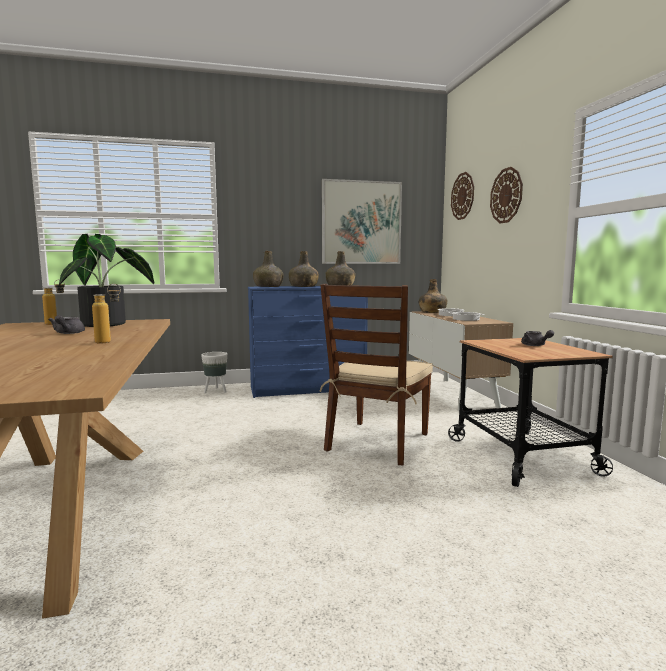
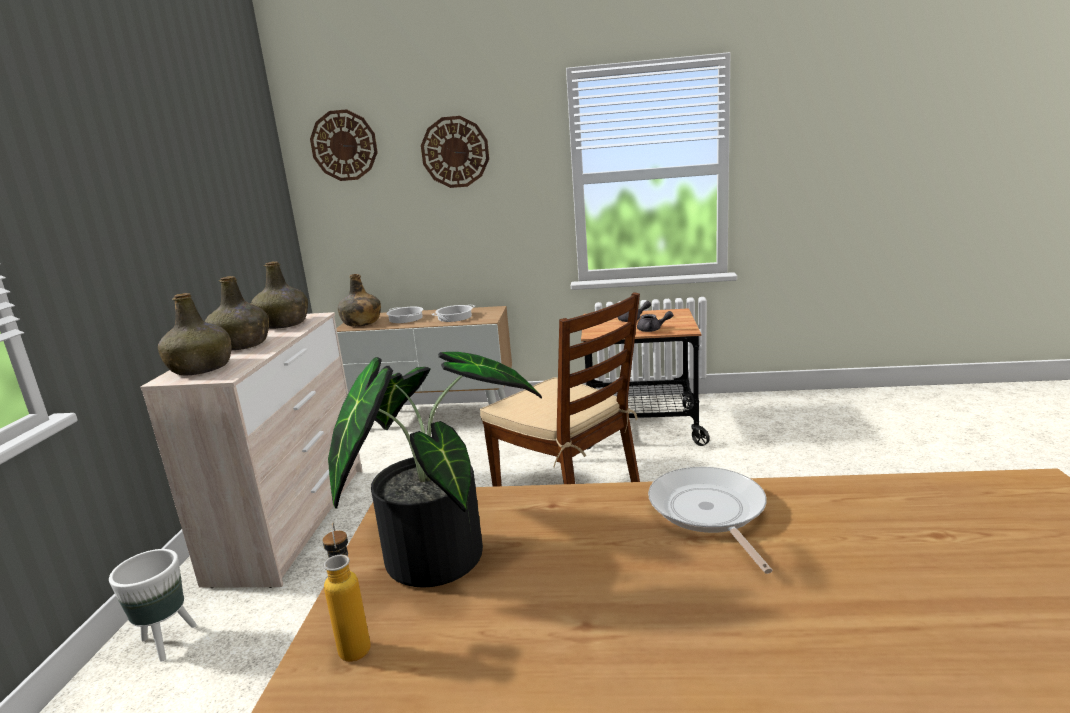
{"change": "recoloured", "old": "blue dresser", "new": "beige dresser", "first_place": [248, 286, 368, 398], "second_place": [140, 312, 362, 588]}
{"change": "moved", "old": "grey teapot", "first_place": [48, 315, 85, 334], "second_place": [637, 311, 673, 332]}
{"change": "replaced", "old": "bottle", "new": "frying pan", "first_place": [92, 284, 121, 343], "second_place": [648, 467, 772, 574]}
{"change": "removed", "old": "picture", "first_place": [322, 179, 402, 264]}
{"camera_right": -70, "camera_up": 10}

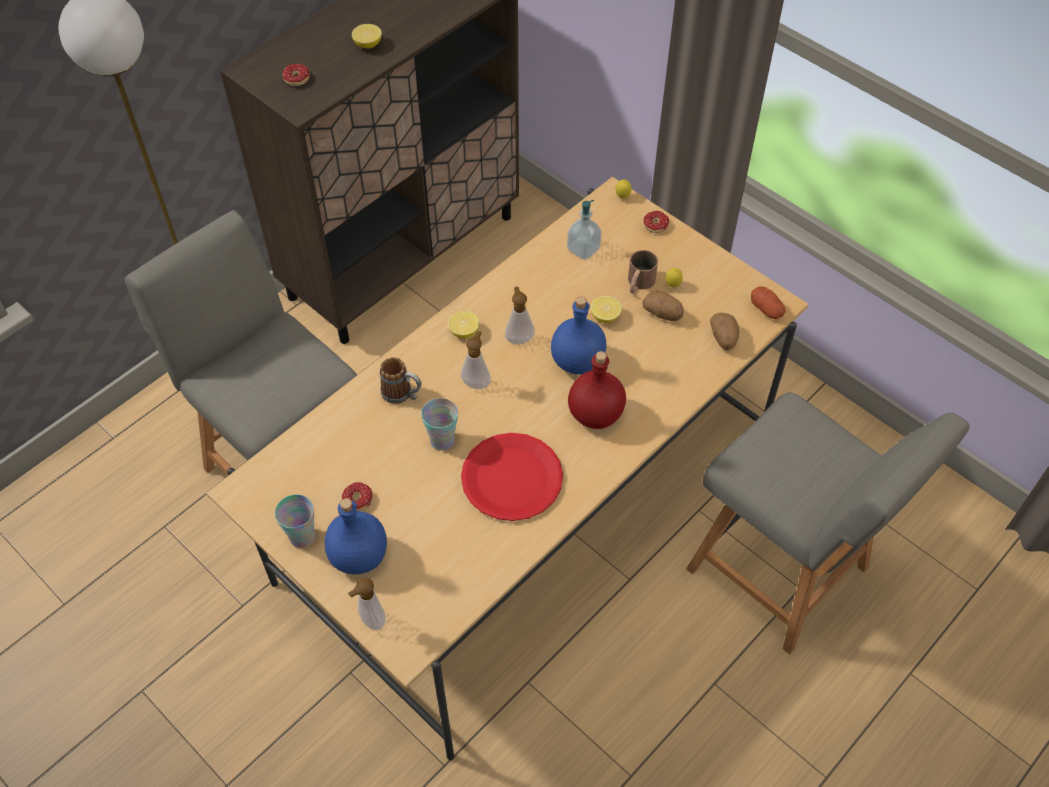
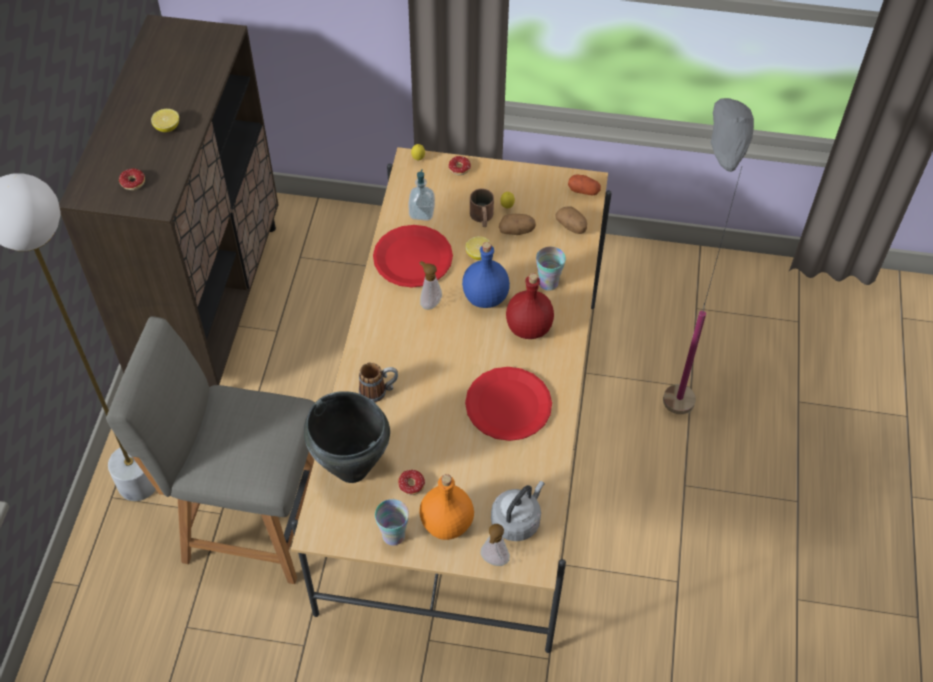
{"change": "added", "new": "black cooking pot", "second_place": [304, 391, 390, 483]}
{"change": "added", "new": "red plate", "second_place": [373, 225, 453, 288]}
{"change": "recoloured", "old": "blue bottle", "new": "orange bottle", "first_place": [324, 498, 387, 574], "second_place": [419, 474, 474, 540]}
{"change": "added", "new": "grey kettle", "second_place": [491, 481, 545, 541]}
{"change": "moved", "old": "cup", "first_place": [421, 398, 458, 451], "second_place": [536, 247, 566, 291]}
{"change": "replaced", "old": "grey chair", "new": "grey floor lamp", "first_place": [686, 392, 970, 654], "second_place": [663, 98, 754, 414]}
{"change": "removed", "old": "lemon", "first_place": [448, 311, 479, 338]}
{"change": "removed", "old": "soap dispenser", "first_place": [461, 331, 491, 389]}
{"camera_right": -35, "camera_up": 0}

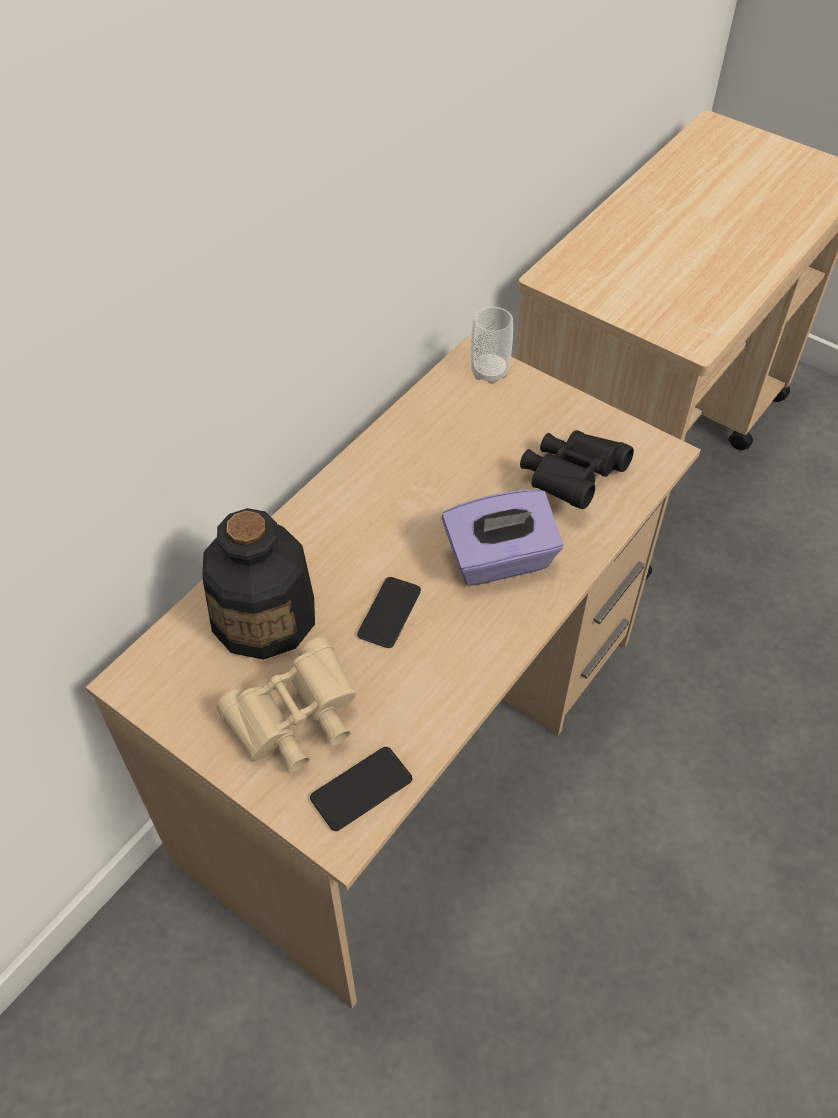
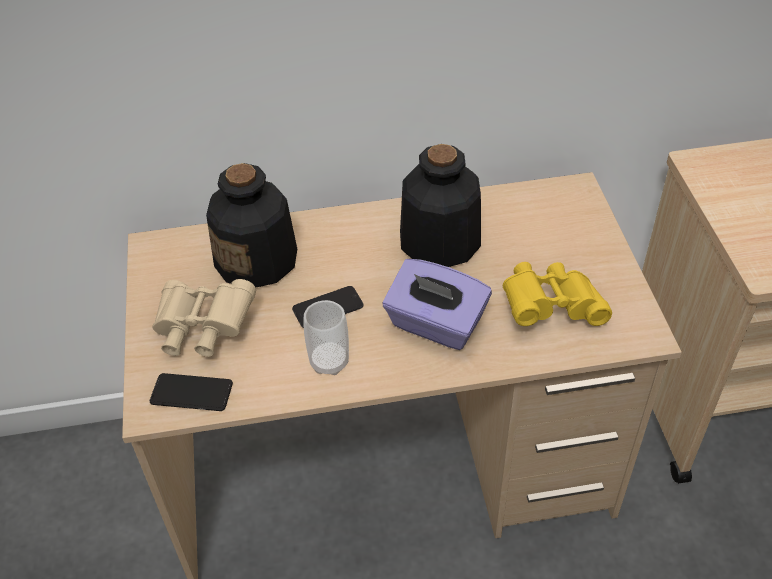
{"change": "moved", "old": "cup", "first_place": [471, 307, 513, 384], "second_place": [304, 300, 349, 375]}
{"change": "added", "new": "bottle", "second_place": [400, 144, 481, 267]}
{"change": "recoloured", "old": "black binoculars", "new": "yellow binoculars", "first_place": [520, 430, 634, 509], "second_place": [503, 262, 612, 326]}
{"camera_right": 45, "camera_up": -5}

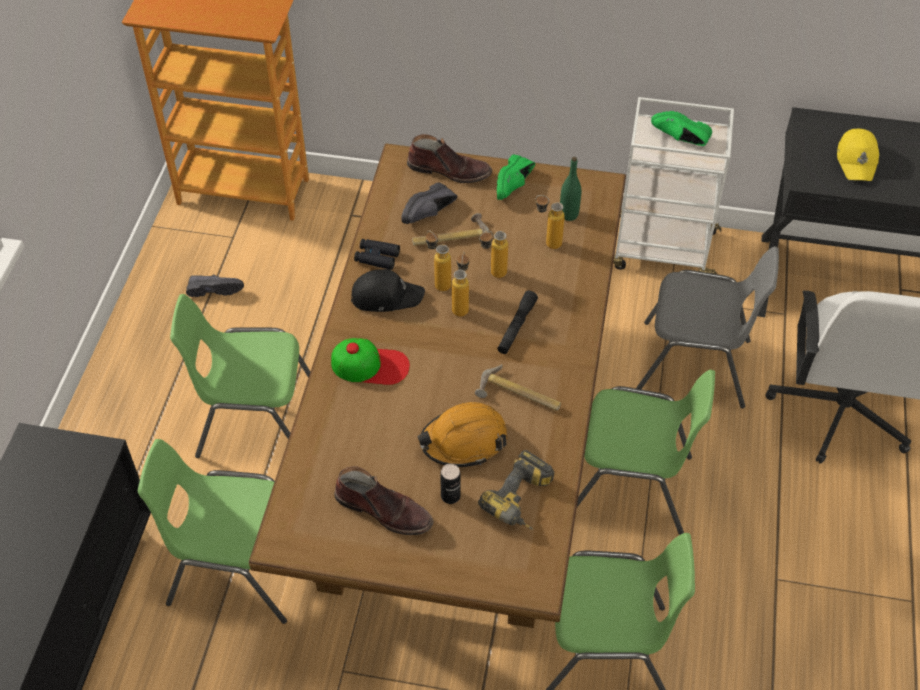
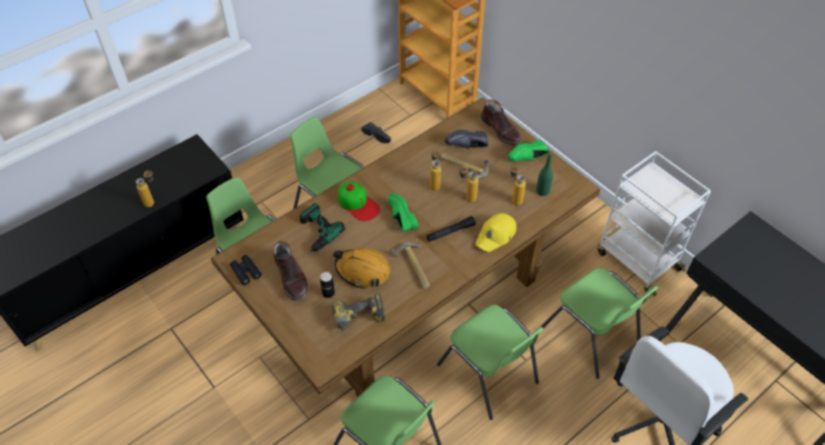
{"change": "moved", "old": "bottle", "first_place": [452, 252, 469, 317], "second_place": [136, 170, 154, 208]}
{"change": "moved", "old": "black binoculars", "first_place": [354, 239, 400, 270], "second_place": [230, 255, 262, 285]}
{"change": "added", "new": "power drill", "second_place": [300, 203, 345, 257]}
{"change": "moved", "old": "green shoe", "first_place": [651, 111, 712, 146], "second_place": [388, 193, 419, 232]}
{"change": "moved", "old": "yellow cap", "first_place": [837, 129, 879, 181], "second_place": [475, 213, 516, 252]}
{"change": "recoloured", "old": "grey chair", "new": "green chair", "first_place": [636, 246, 779, 408], "second_place": [541, 268, 659, 379]}
{"change": "removed", "old": "black cap", "first_place": [351, 269, 425, 312]}
{"camera_right": 40, "camera_up": 0}

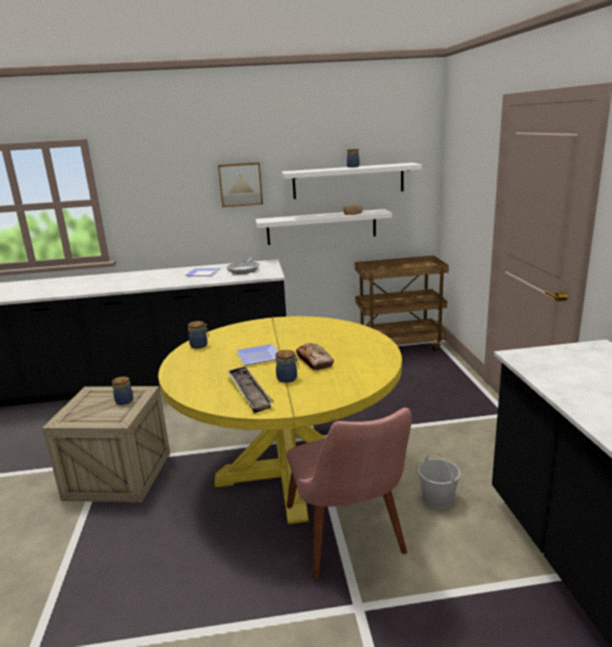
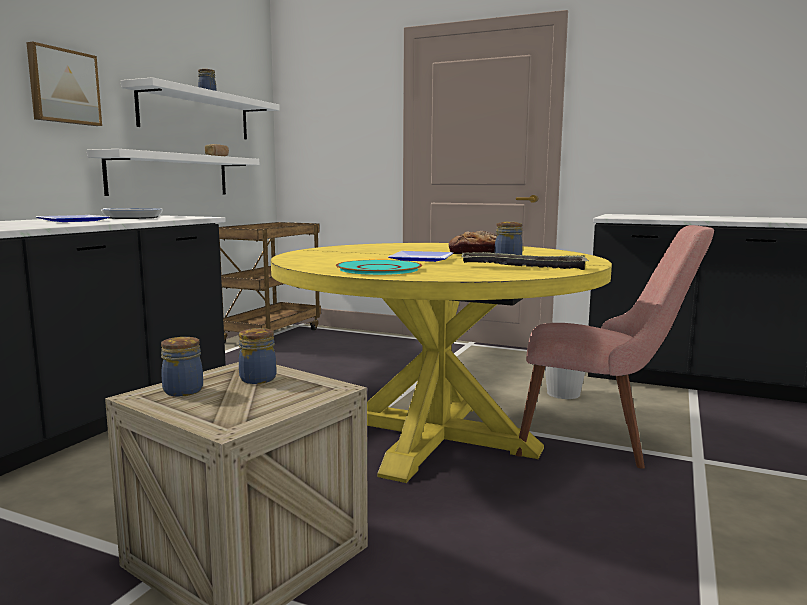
{"change": "moved", "old": "jar", "first_place": [188, 321, 209, 349], "second_place": [161, 337, 203, 396]}
{"change": "added", "new": "turquoise plate", "second_place": [336, 260, 422, 275]}
{"camera_right": -60, "camera_up": -10}

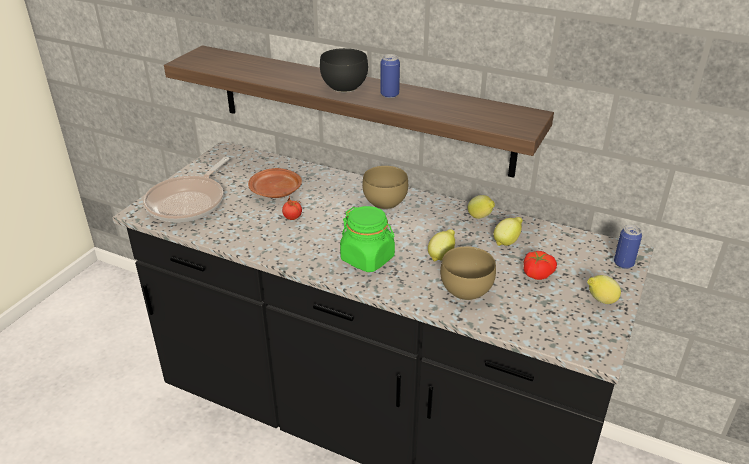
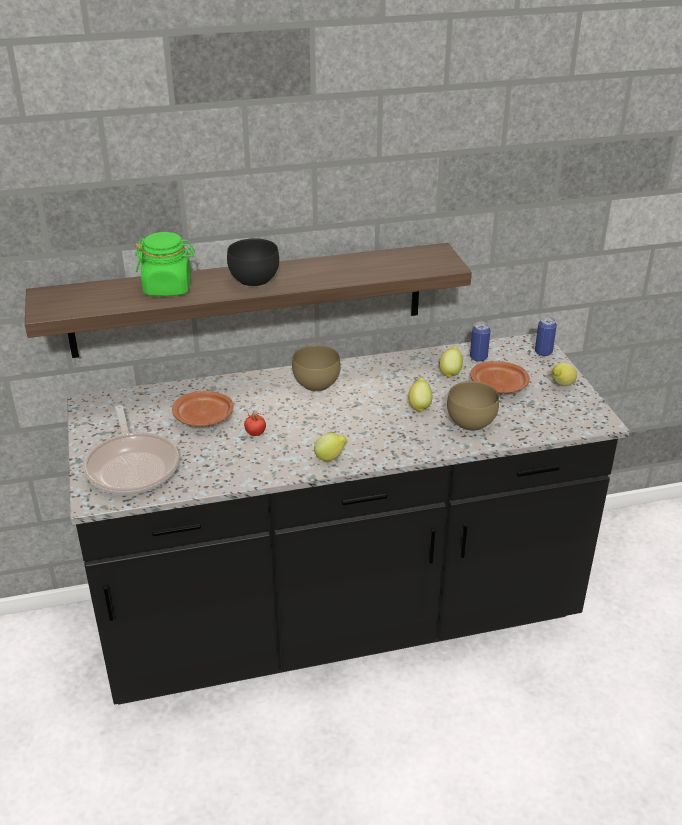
{"change": "moved", "old": "green jar", "first_place": [340, 206, 395, 272], "second_place": [135, 232, 195, 296]}
{"change": "moved", "old": "lemon", "first_place": [468, 195, 495, 219], "second_place": [314, 433, 347, 461]}
{"change": "moved", "old": "can", "first_place": [380, 54, 400, 98], "second_place": [470, 322, 491, 362]}
{"change": "replaced", "old": "tomato", "new": "brown plate", "first_place": [523, 251, 557, 280], "second_place": [470, 361, 530, 394]}
{"camera_right": -40, "camera_up": 0}

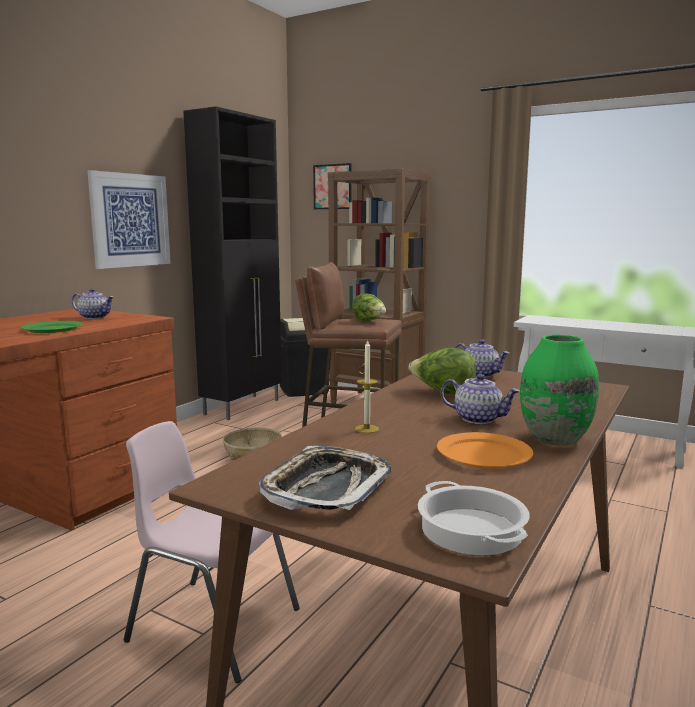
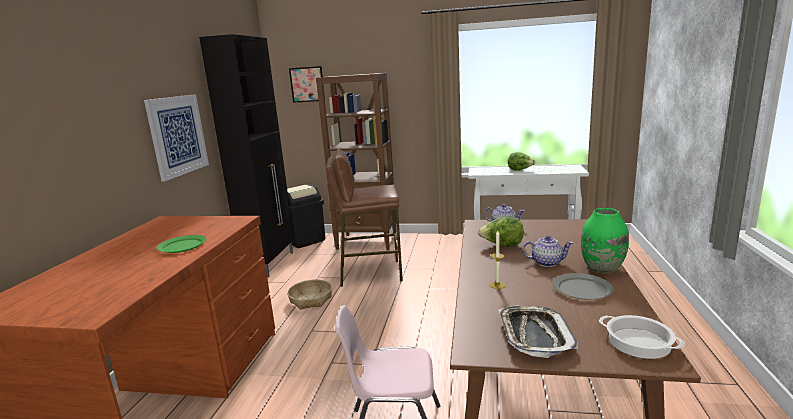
{"change": "moved", "old": "lettuce", "first_place": [352, 293, 386, 321], "second_place": [508, 152, 535, 171]}
{"change": "recoloured", "old": "orange plate", "new": "grey plate", "first_place": [437, 432, 533, 469], "second_place": [553, 273, 614, 300]}
{"change": "removed", "old": "teapot", "first_place": [72, 288, 114, 319]}
{"camera_right": -20, "camera_up": 5}

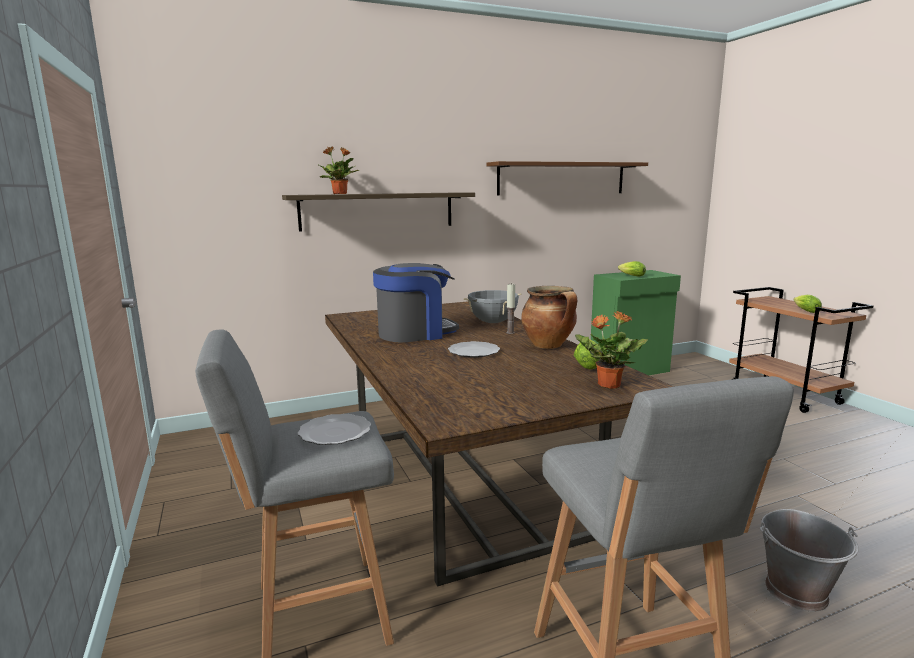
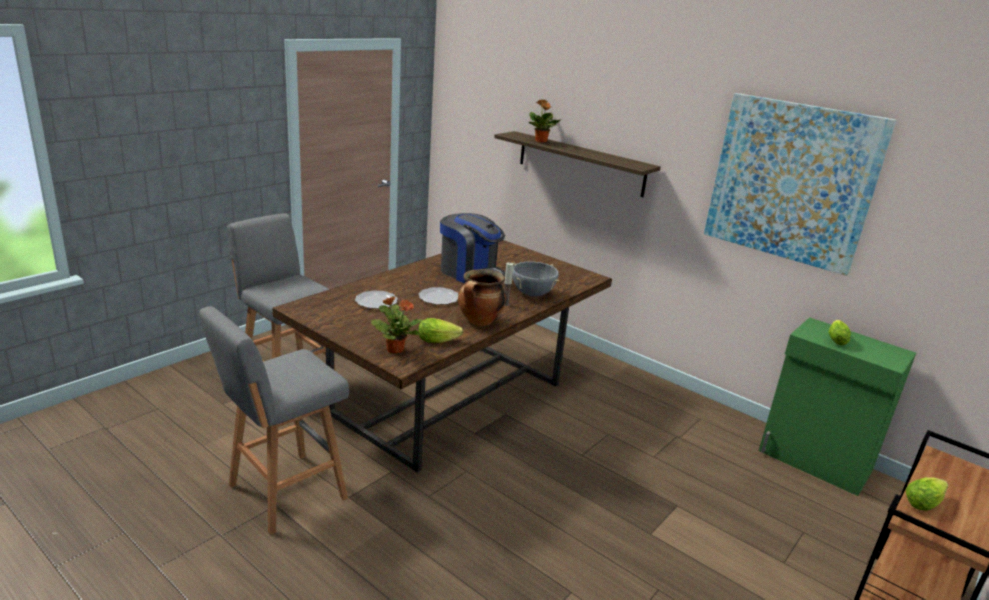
{"change": "moved", "old": "plate", "first_place": [298, 414, 371, 445], "second_place": [355, 290, 398, 309]}
{"change": "replaced", "old": "brown shelf", "new": "picture", "first_place": [486, 161, 648, 196], "second_place": [704, 93, 896, 276]}
{"change": "removed", "old": "grey bucket", "first_place": [760, 509, 859, 612]}
{"camera_right": 60, "camera_up": 10}

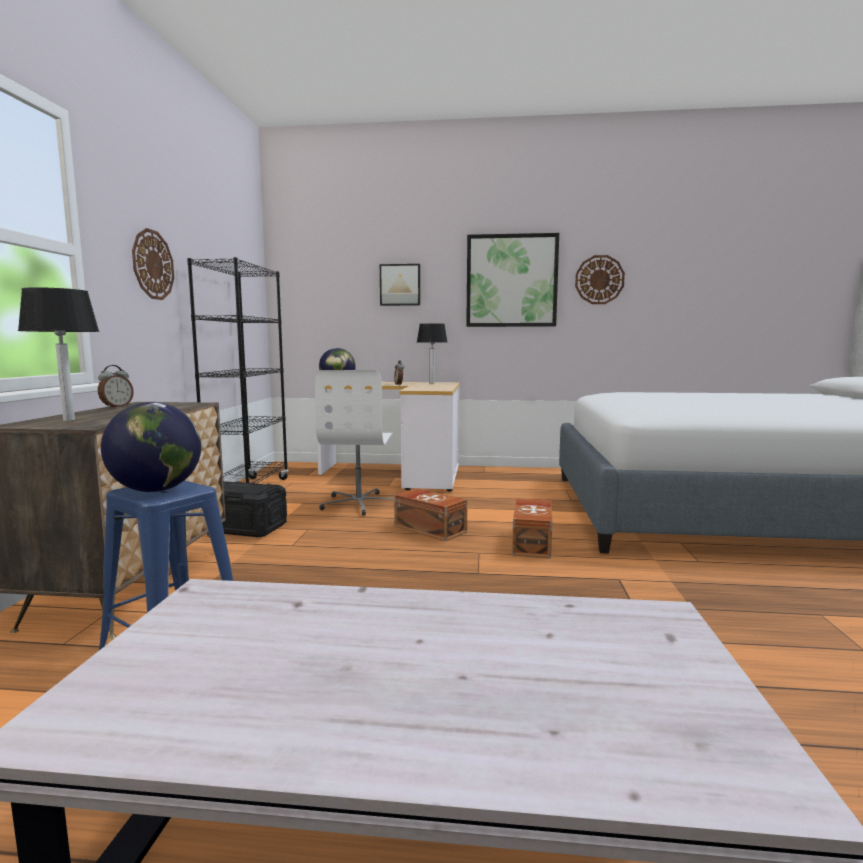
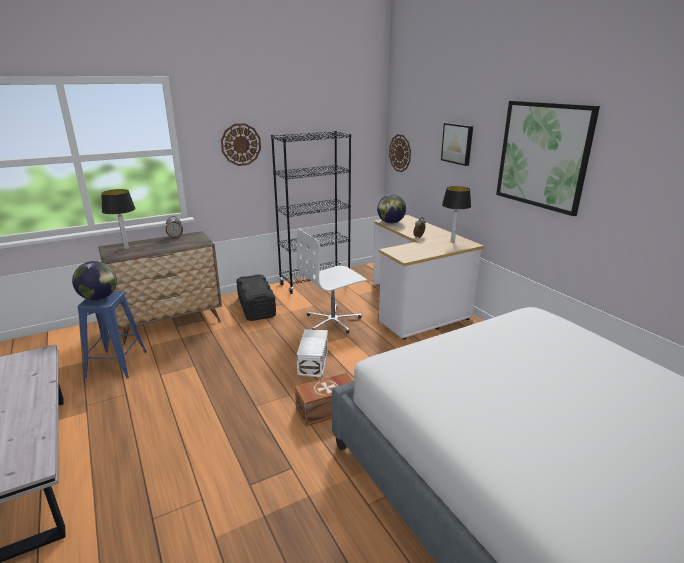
{"change": "recoloured", "old": "brown storage box", "new": "white storage box", "first_place": [394, 488, 467, 541], "second_place": [297, 329, 328, 377]}
{"change": "moved", "old": "wall clock", "first_place": [575, 255, 625, 304], "second_place": [389, 134, 411, 172]}
{"camera_right": 55, "camera_up": 15}

